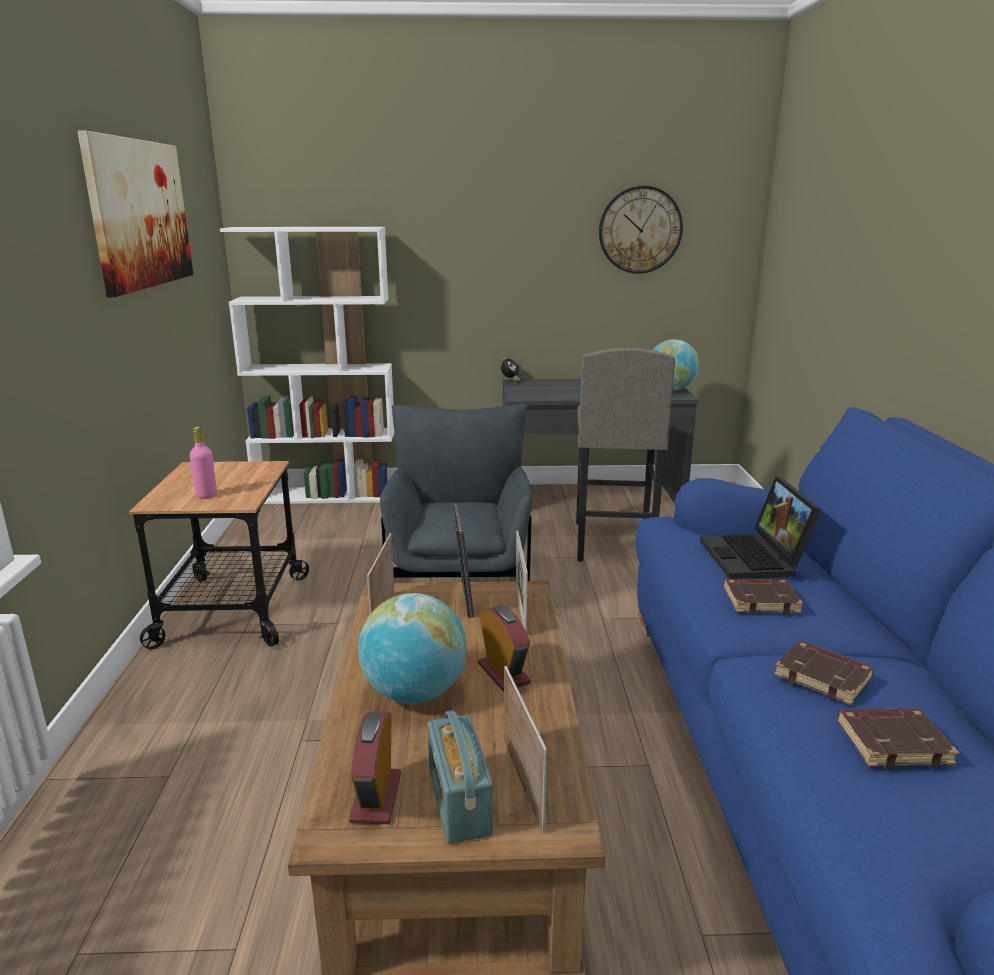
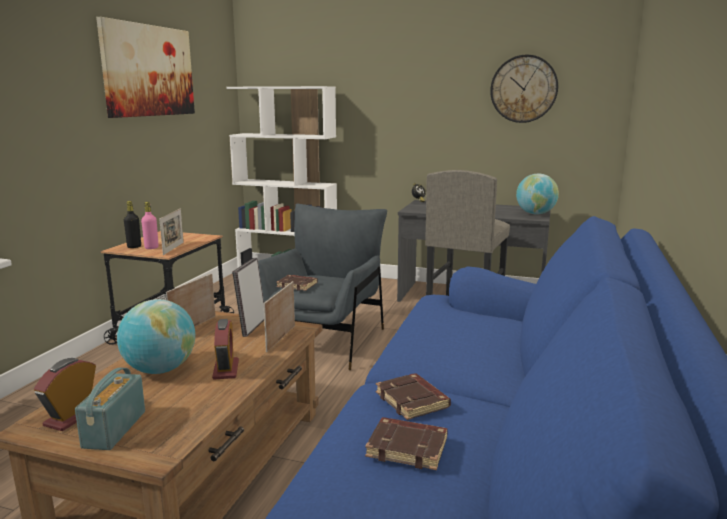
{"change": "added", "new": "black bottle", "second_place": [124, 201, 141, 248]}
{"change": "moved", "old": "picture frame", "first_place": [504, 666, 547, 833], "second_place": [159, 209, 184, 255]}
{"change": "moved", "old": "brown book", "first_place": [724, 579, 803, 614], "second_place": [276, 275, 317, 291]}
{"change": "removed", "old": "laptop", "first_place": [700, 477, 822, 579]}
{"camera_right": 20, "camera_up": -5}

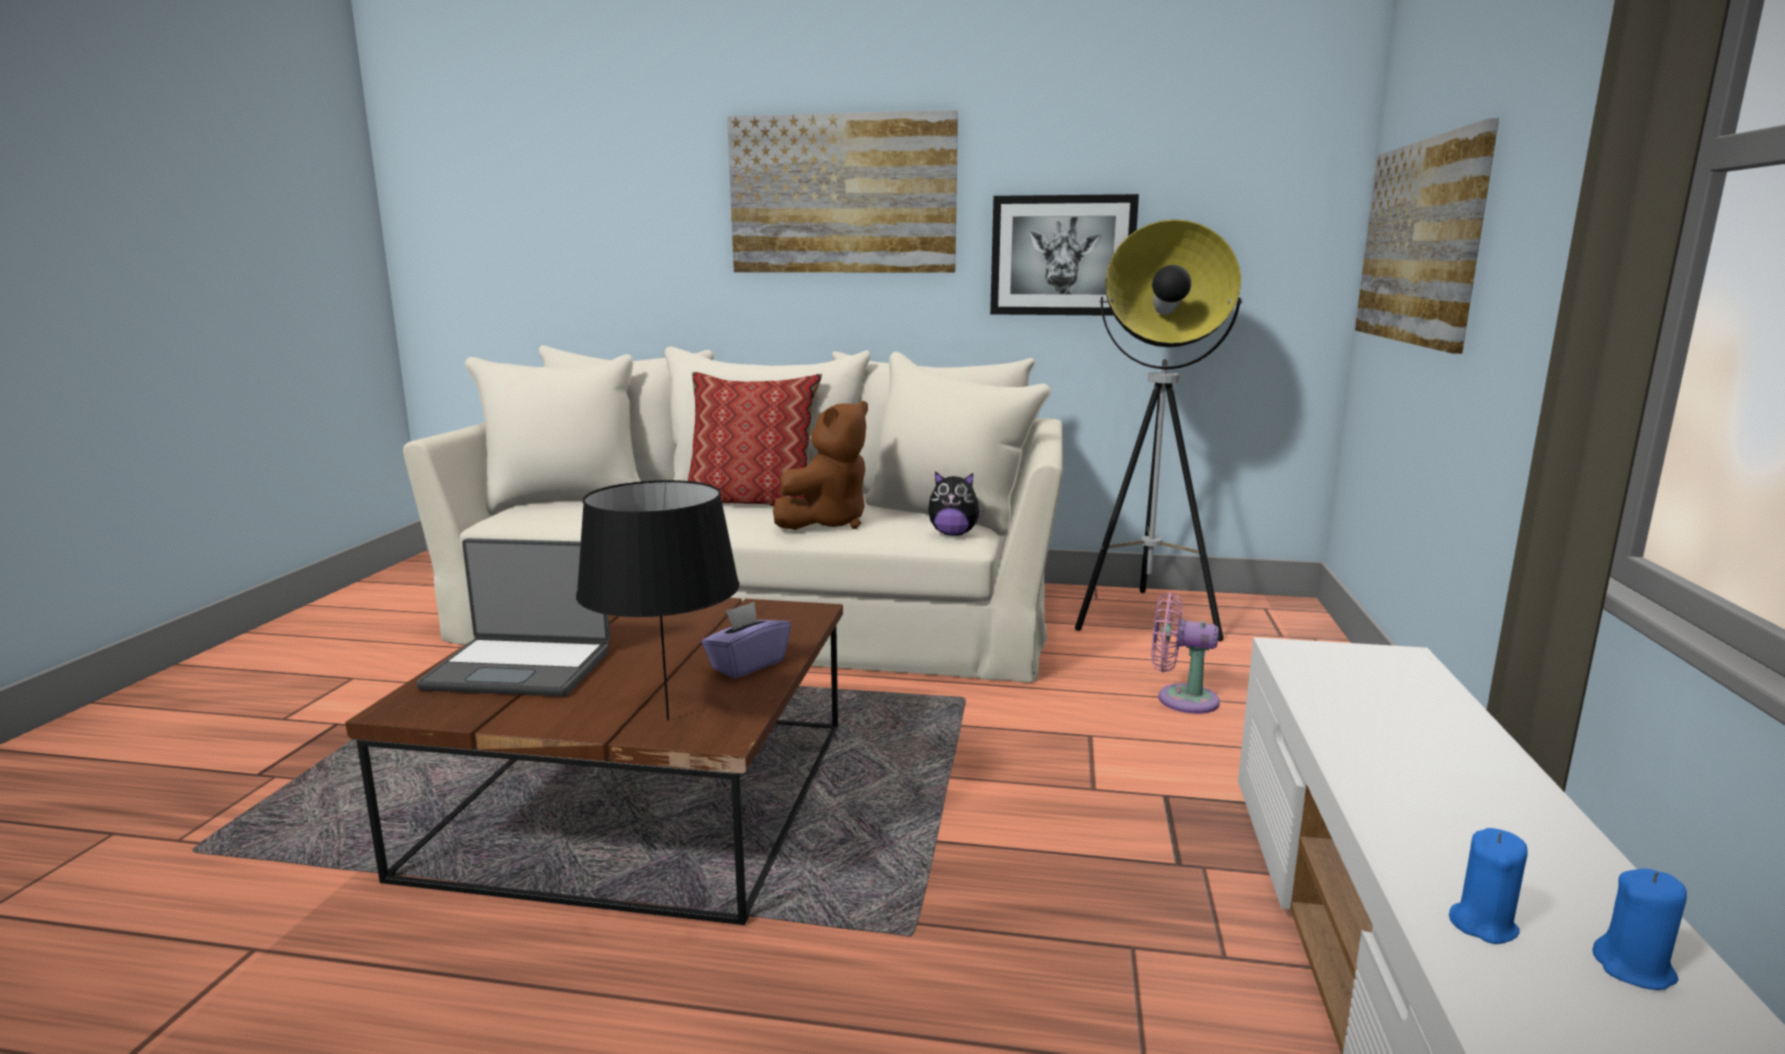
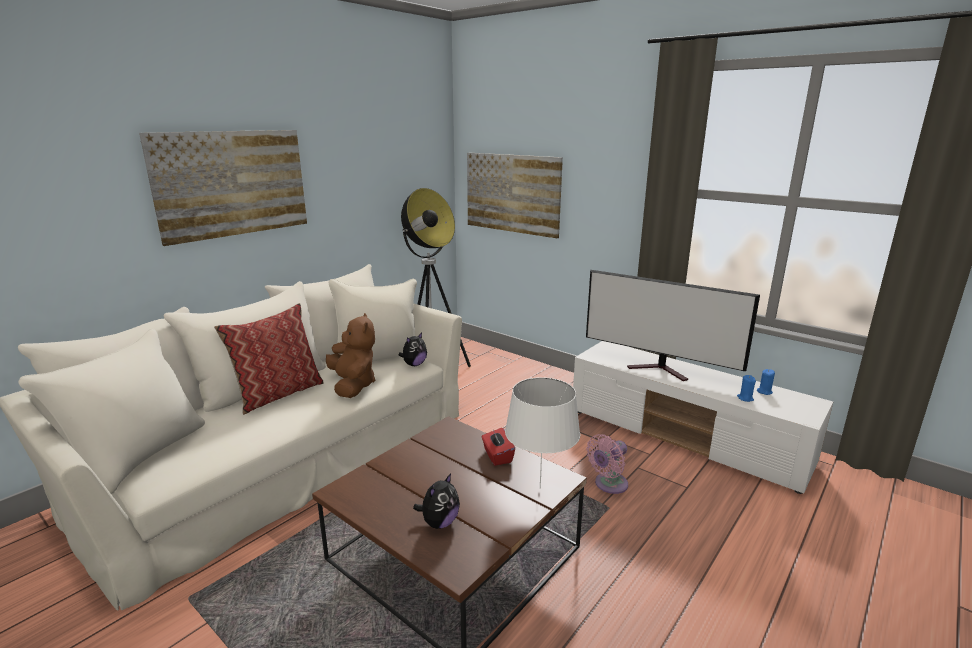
{"change": "replaced", "old": "laptop", "new": "plush toy", "first_place": [416, 538, 610, 697], "second_place": [413, 473, 460, 529]}
{"change": "recoloured", "old": "purple tissue box", "new": "red tissue box", "first_place": [702, 602, 791, 678], "second_place": [481, 428, 515, 466]}
{"change": "recoloured", "old": "black table lamp", "new": "white table lamp", "first_place": [576, 480, 739, 721], "second_place": [505, 377, 580, 489]}
{"change": "added", "new": "television", "second_place": [586, 270, 760, 381]}
{"change": "moved", "old": "pink fan", "first_place": [1151, 592, 1220, 714], "second_place": [586, 434, 628, 494]}
{"change": "removed", "old": "picture", "first_place": [990, 194, 1139, 316]}
{"camera_right": -60, "camera_up": 5}

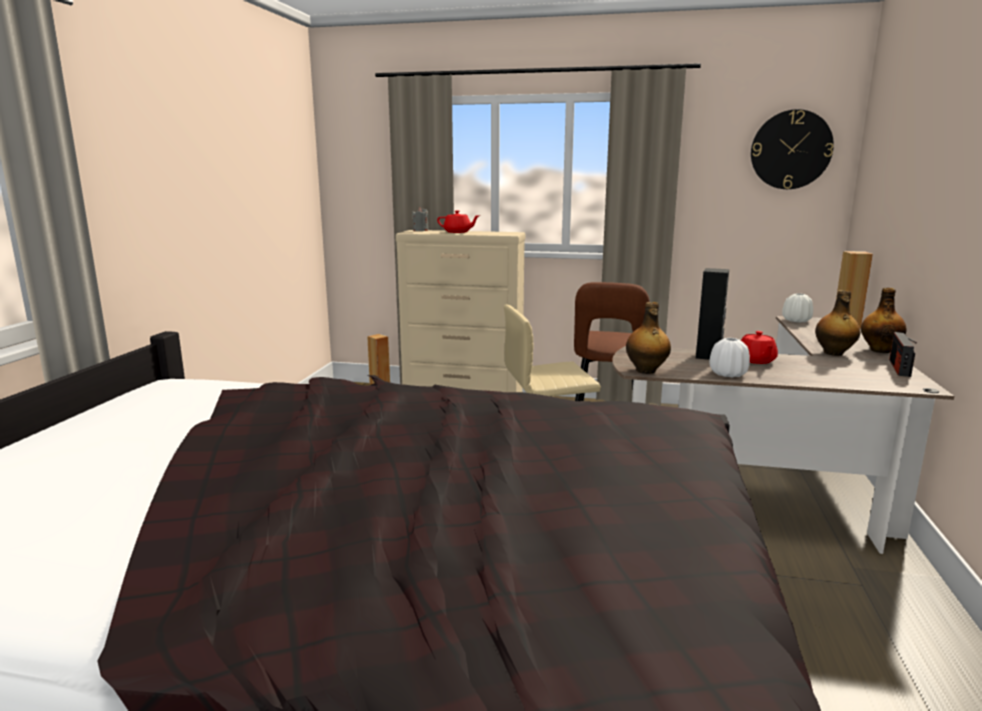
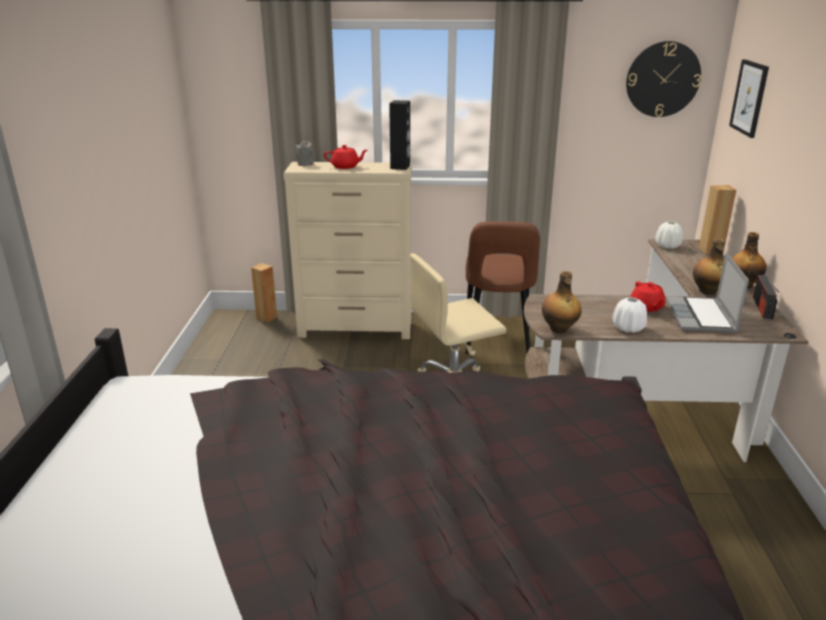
{"change": "moved", "old": "black speaker", "first_place": [696, 268, 729, 360], "second_place": [389, 100, 410, 170]}
{"change": "added", "new": "laptop", "second_place": [666, 252, 749, 333]}
{"change": "added", "new": "picture", "second_place": [729, 59, 769, 138]}
{"camera_right": -10, "camera_up": 10}

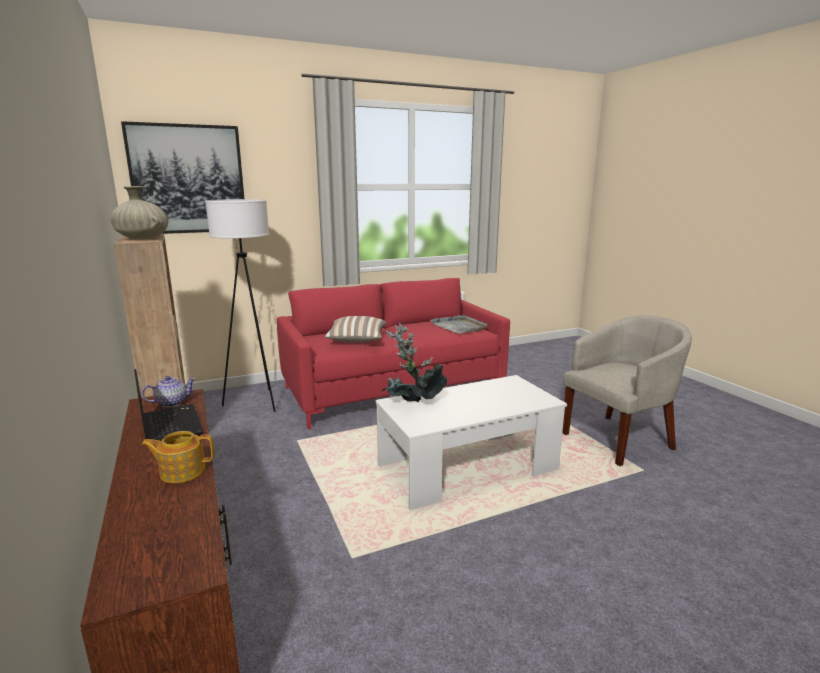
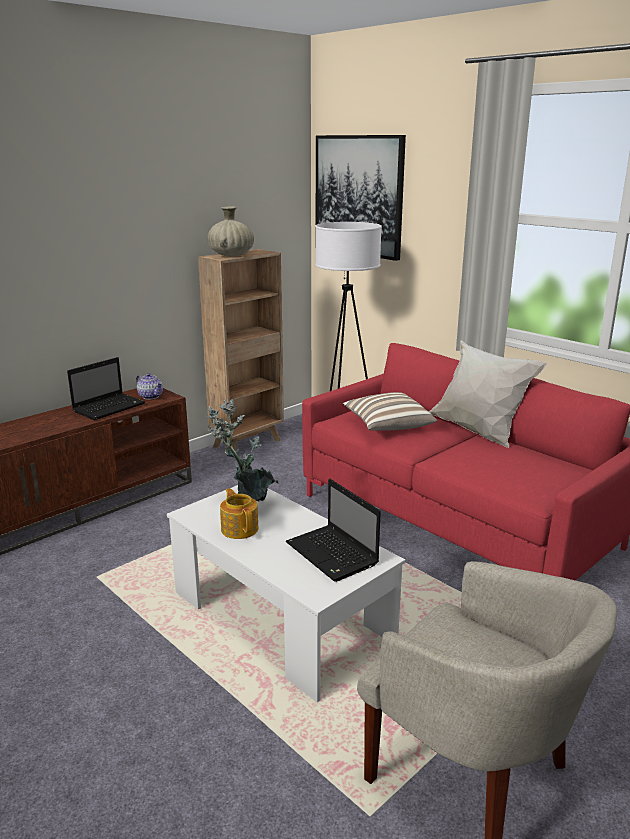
{"change": "moved", "old": "teapot", "first_place": [141, 431, 214, 483], "second_place": [220, 488, 258, 539]}
{"change": "added", "new": "laptop", "second_place": [286, 479, 381, 582]}
{"change": "added", "new": "white pillow", "second_place": [428, 340, 547, 448]}
{"change": "removed", "old": "grey tray", "first_place": [430, 315, 488, 334]}
{"camera_right": 70, "camera_up": 5}

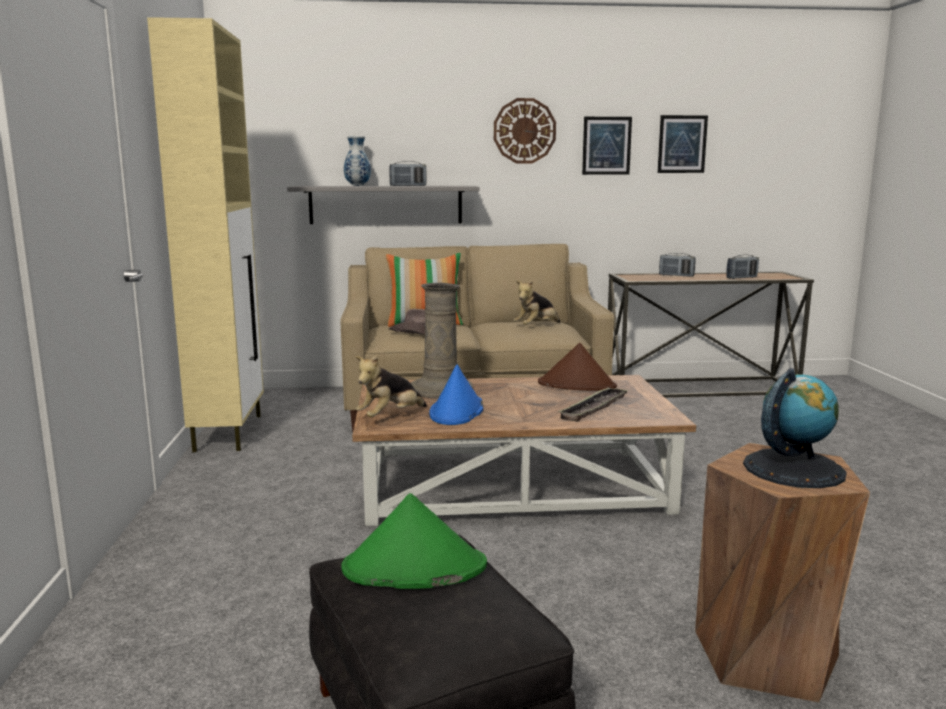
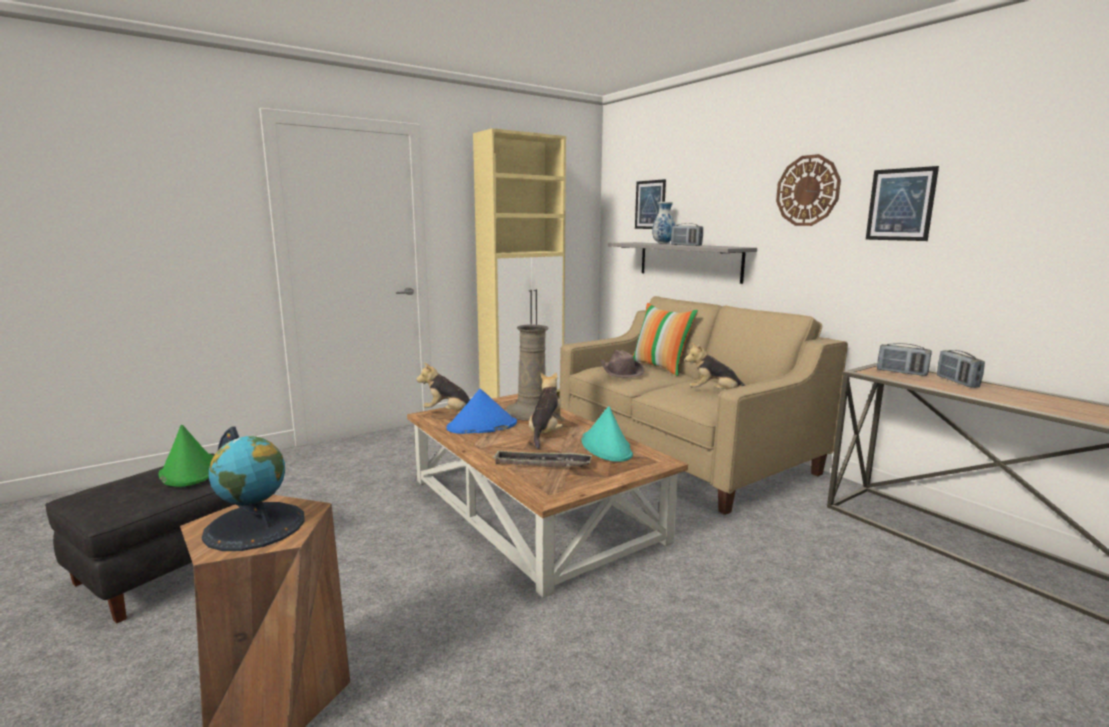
{"change": "added", "new": "plush toy", "second_place": [529, 373, 565, 449]}
{"change": "recoloured", "old": "brown hat", "new": "turquoise hat", "first_place": [538, 343, 617, 391], "second_place": [582, 406, 633, 462]}
{"change": "moved", "old": "picture", "first_place": [658, 115, 708, 173], "second_place": [635, 179, 666, 229]}
{"change": "moved", "old": "radio", "first_place": [726, 254, 759, 279], "second_place": [877, 343, 932, 376]}
{"camera_right": 60, "camera_up": 0}

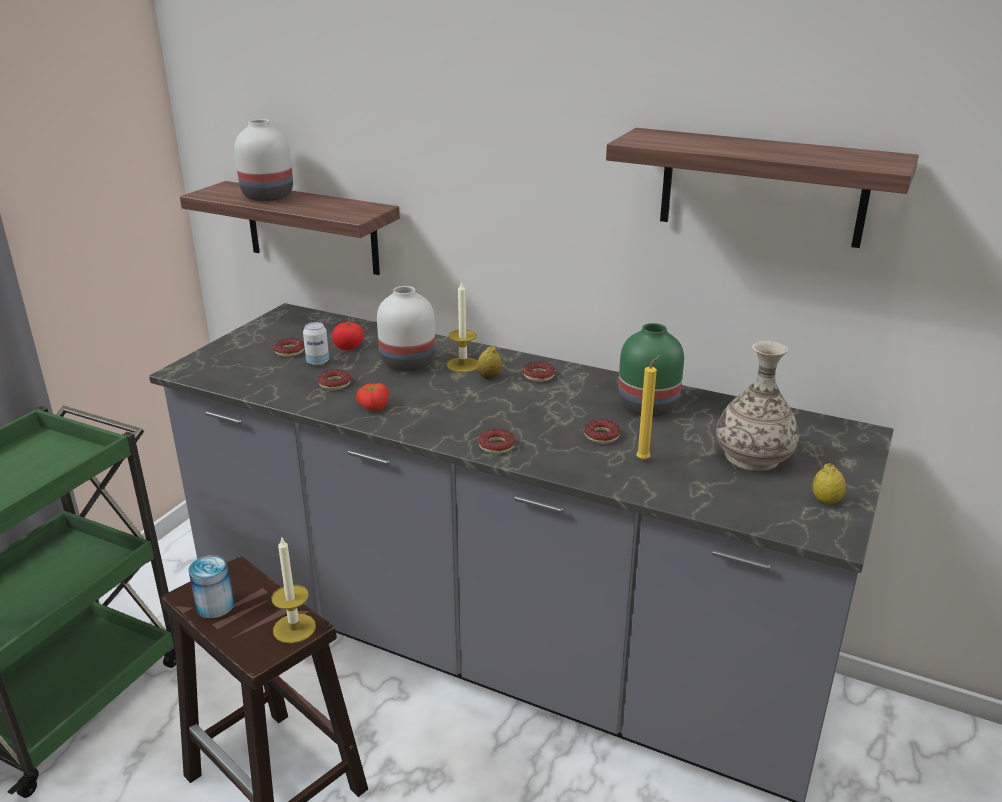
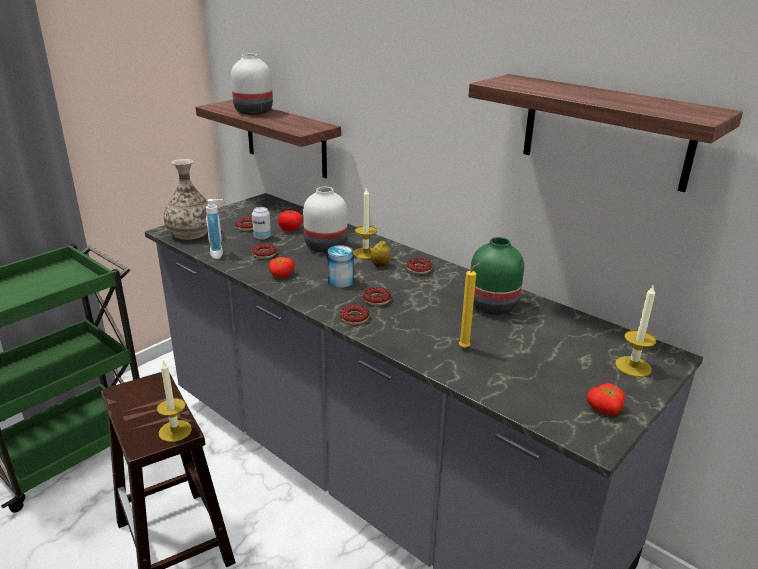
{"change": "moved", "old": "vase", "first_place": [716, 341, 799, 471], "second_place": [164, 159, 208, 240]}
{"change": "added", "new": "soap dispenser", "second_place": [206, 199, 224, 259]}
{"change": "moved", "old": "can", "first_place": [188, 555, 234, 618], "second_place": [327, 245, 354, 288]}
{"change": "moved", "old": "donut", "first_place": [584, 419, 620, 444], "second_place": [363, 287, 391, 306]}
{"change": "replaced", "old": "lemon", "new": "tomato", "first_place": [813, 463, 846, 504], "second_place": [587, 383, 625, 415]}
{"change": "added", "new": "candle", "second_place": [615, 286, 656, 377]}
{"camera_right": 15, "camera_up": 0}

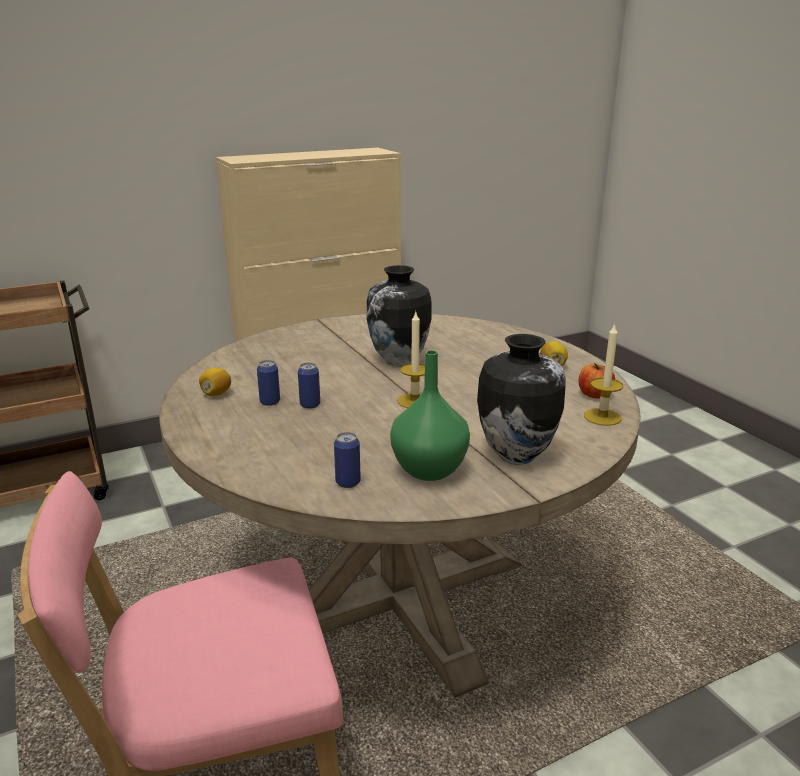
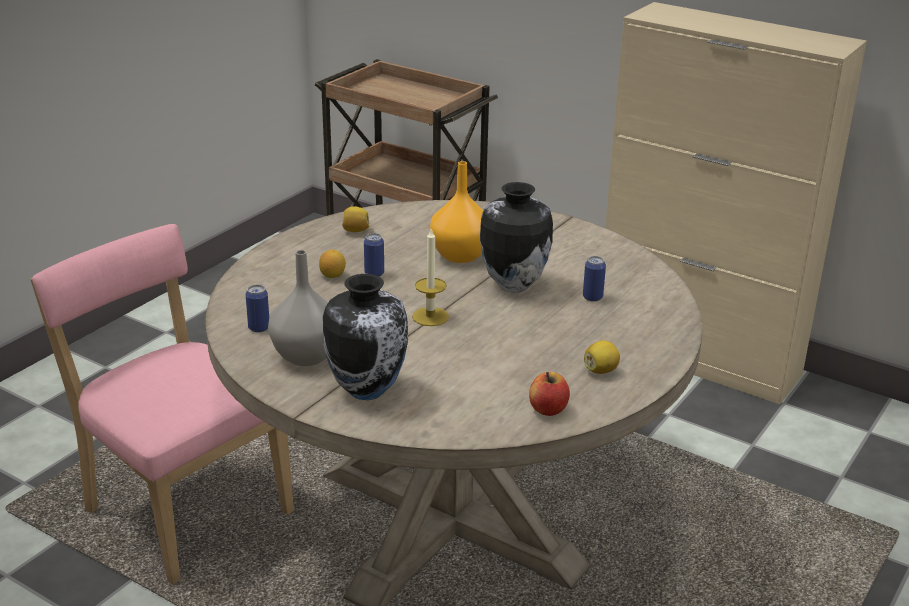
{"change": "recoloured", "old": "green vase", "new": "grey vase", "first_place": [390, 350, 470, 481], "second_place": [268, 250, 328, 366]}
{"change": "added", "new": "lemon", "second_place": [319, 250, 346, 278]}
{"change": "added", "new": "orange vase", "second_place": [430, 161, 483, 263]}
{"change": "moved", "old": "can", "first_place": [257, 360, 280, 406], "second_place": [583, 256, 606, 302]}
{"change": "removed", "old": "candle", "first_place": [584, 323, 623, 426]}
{"camera_right": 60, "camera_up": 5}

